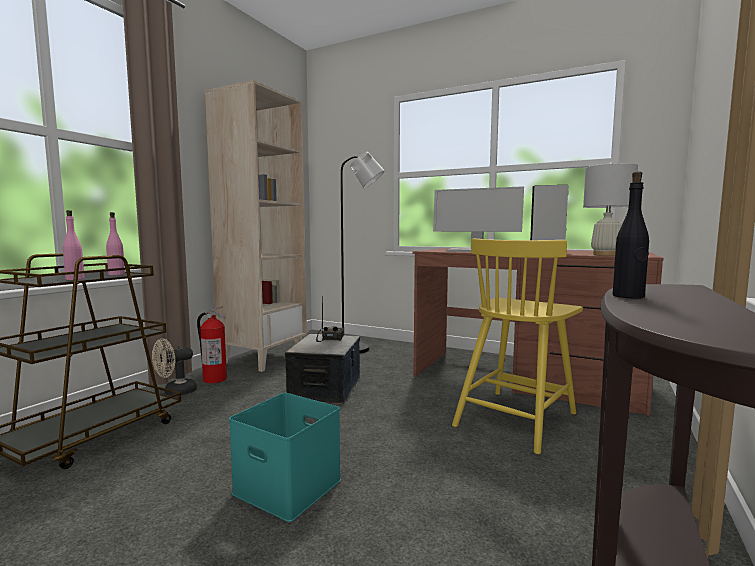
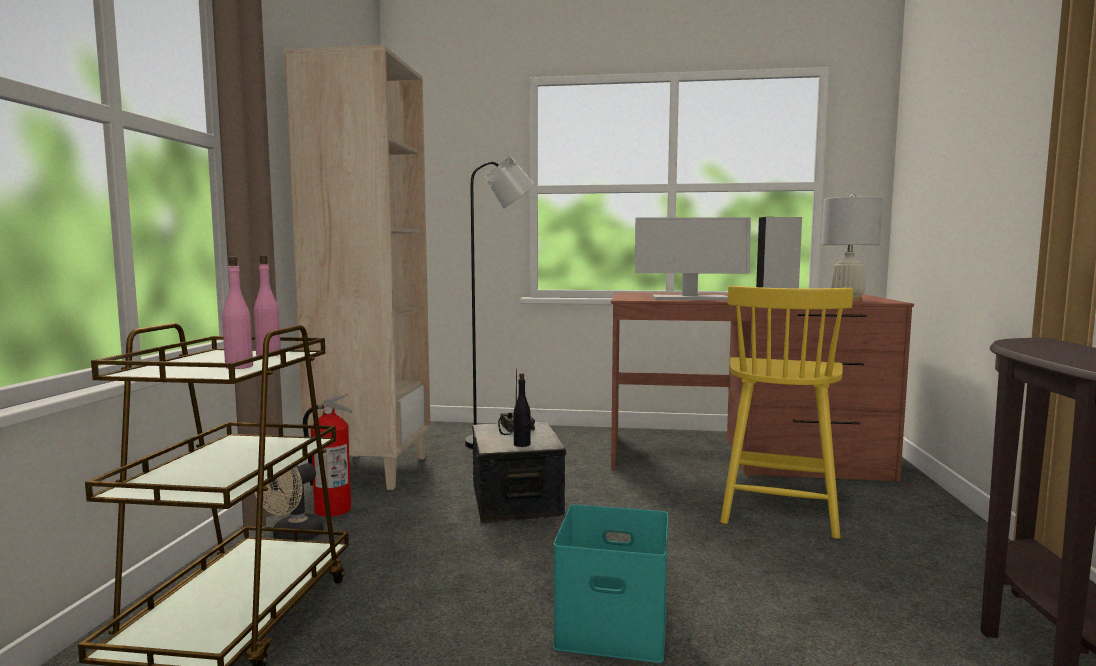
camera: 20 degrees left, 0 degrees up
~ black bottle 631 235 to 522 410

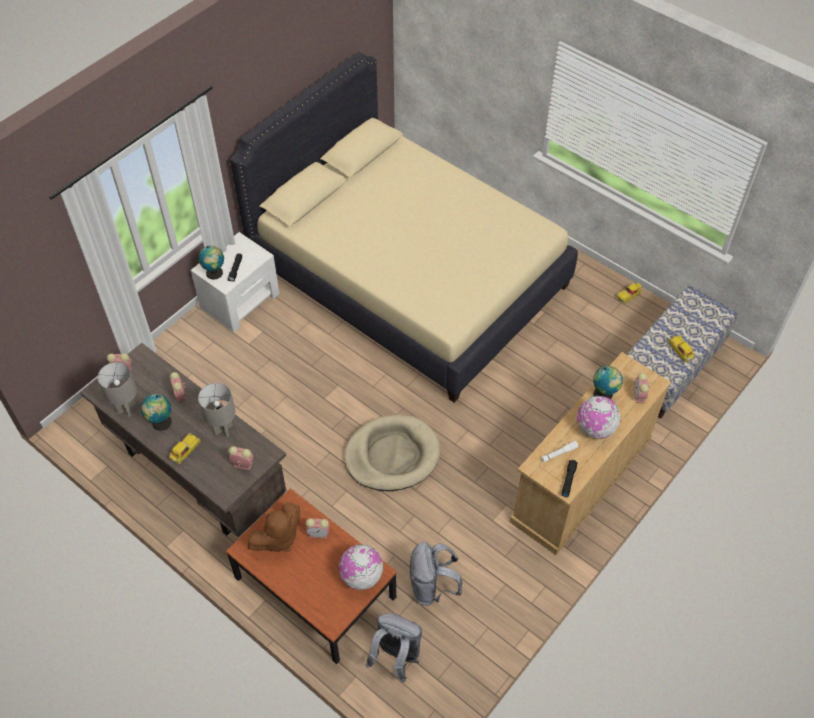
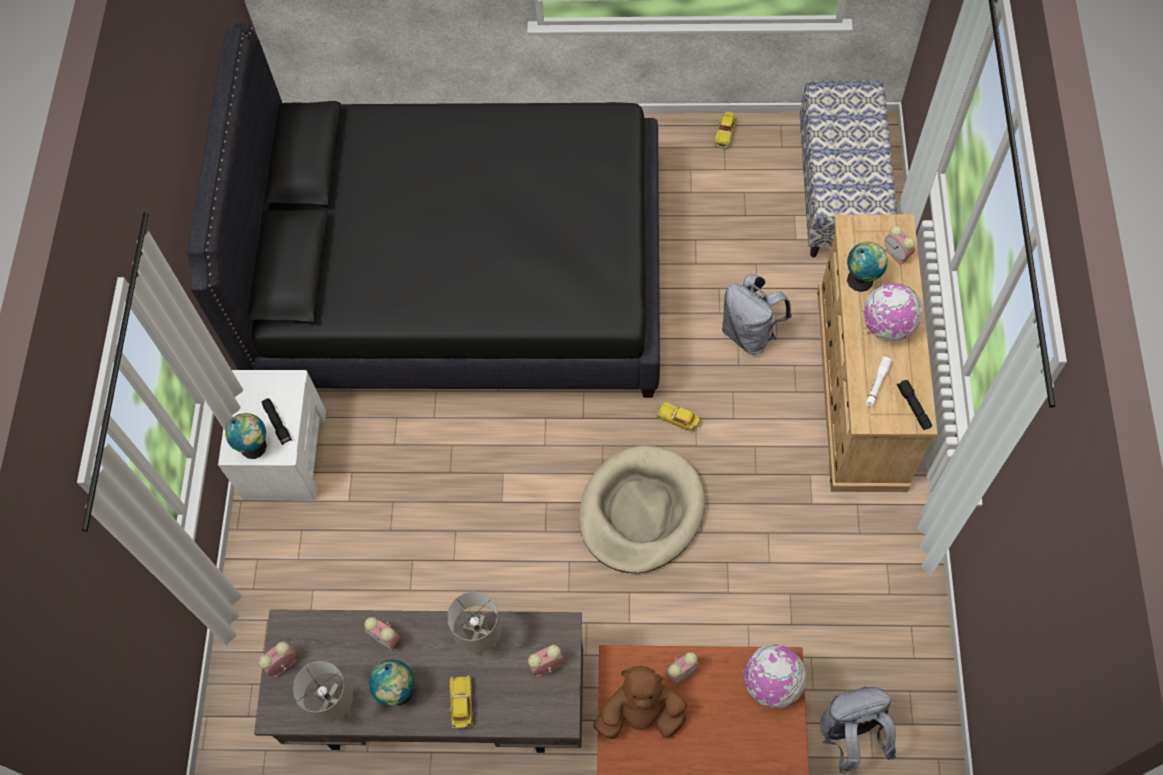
camera: 35 degrees left, 10 degrees up
~ beige bed 404 227 to black bed 423 210
~ toy car 681 349 to 677 417
~ brown plush toy 274 527 = 640 702 105 degrees counterclockwise
~ grey backpack 436 574 to 756 314

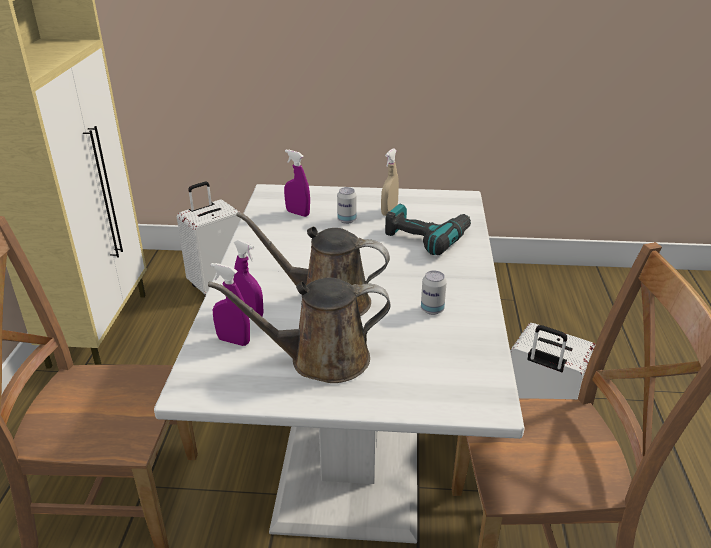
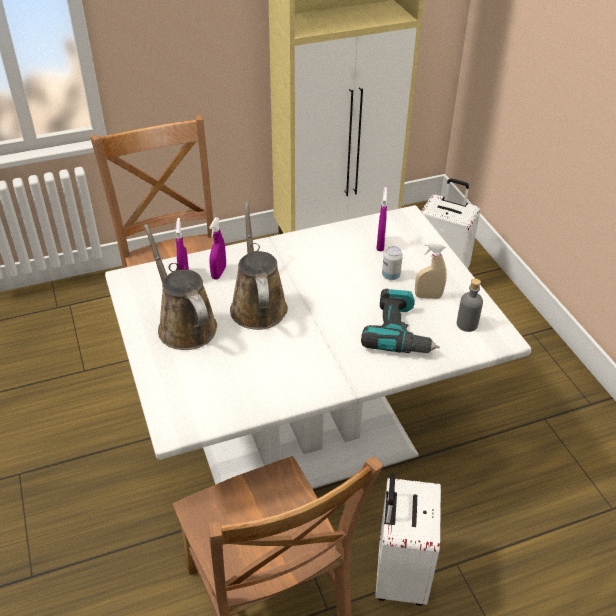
camera: 65 degrees right, 10 degrees up
- can 434 293
+ grey bottle 470 305

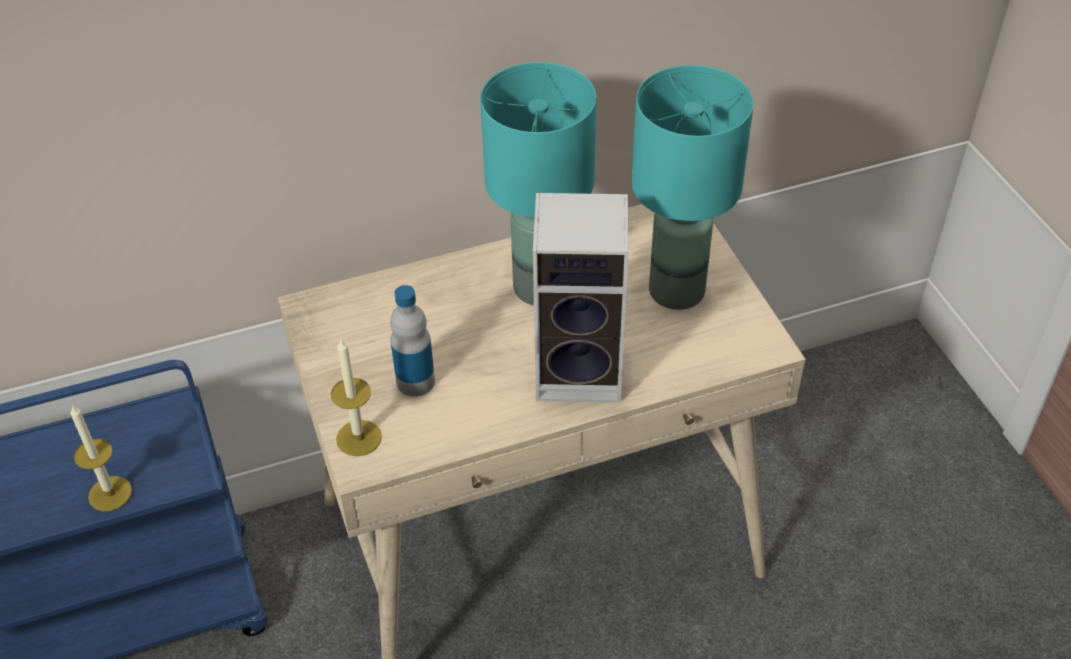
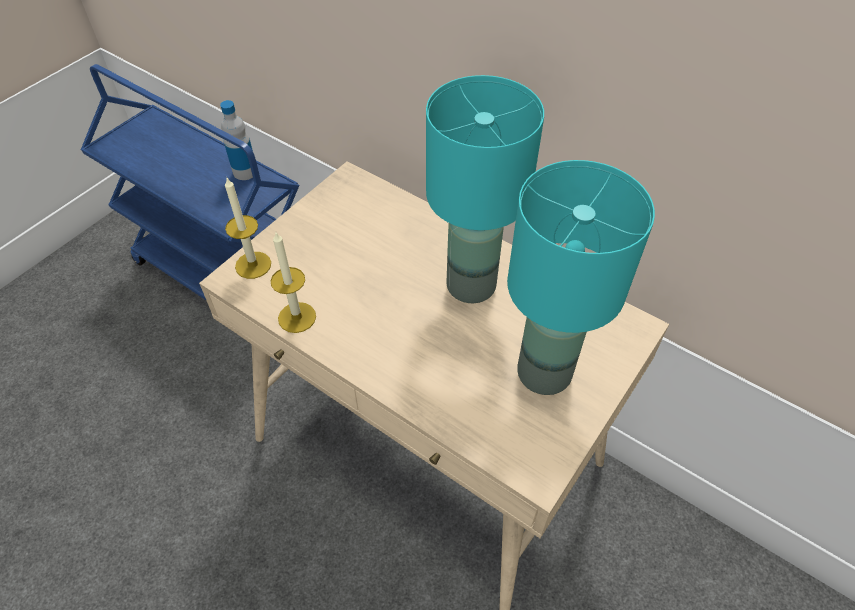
camera: 55 degrees right, 5 degrees up
- speaker 581 298
~ bottle 412 341 to 236 140
~ candle 101 458 to 293 282

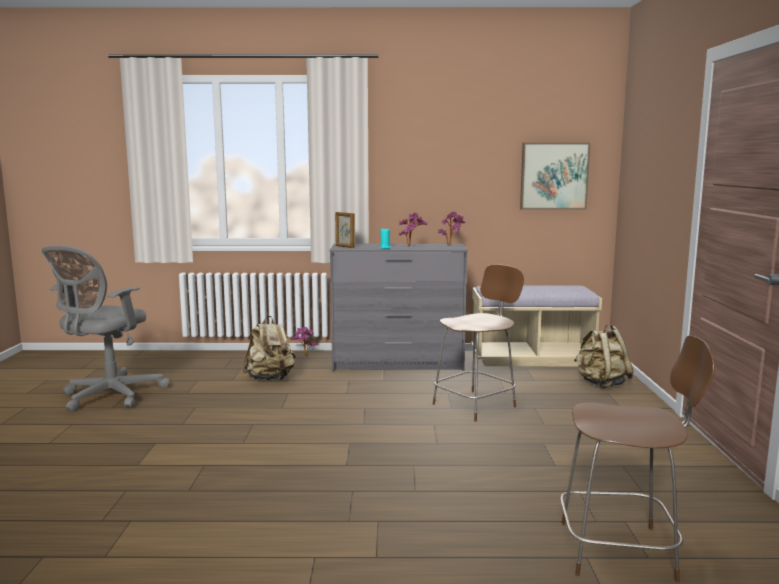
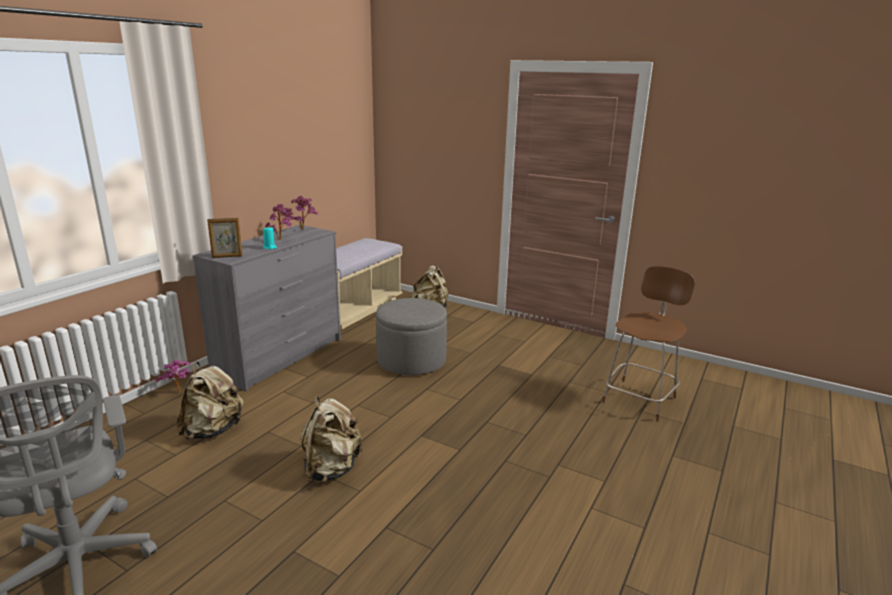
camera: 60 degrees left, 10 degrees up
- picture 555 176
~ brown chair 478 343 to grey ottoman 411 336
+ beige backpack 332 439

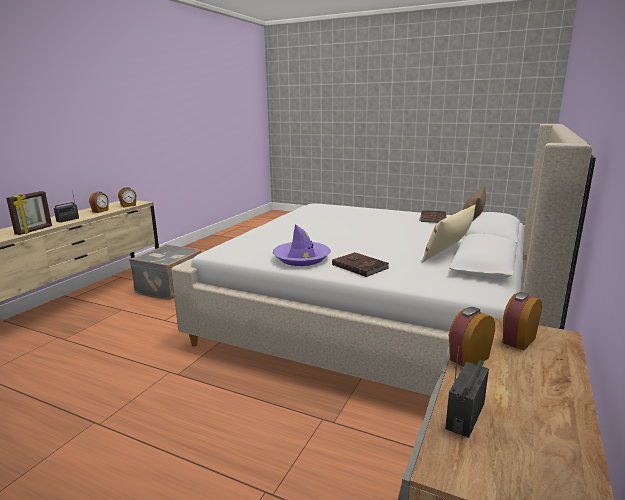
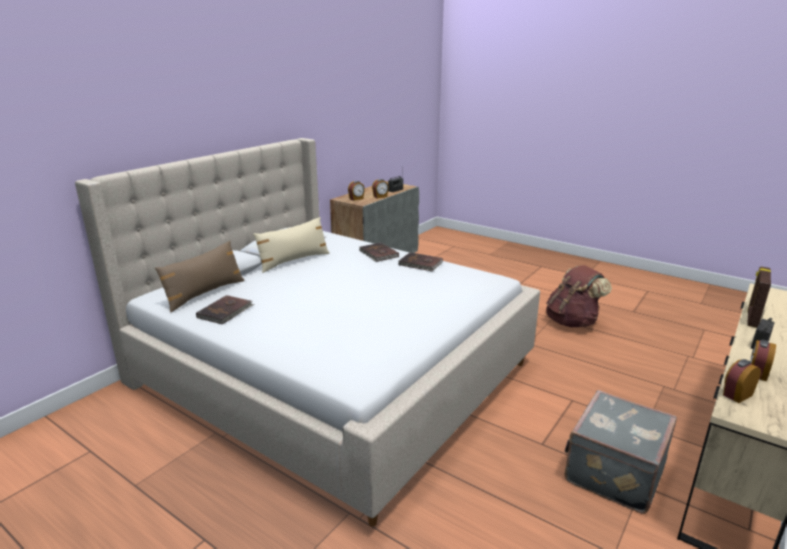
camera: 170 degrees left, 5 degrees up
~ purple hat 302 245 to brown book 420 261
+ brown backpack 579 296

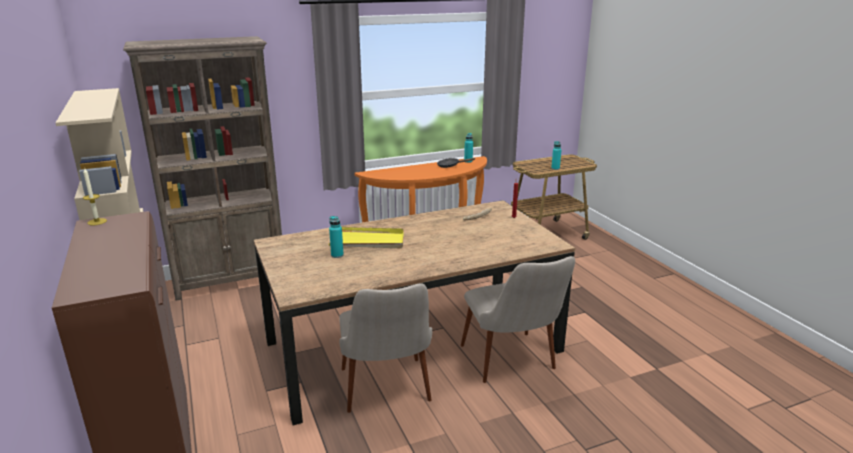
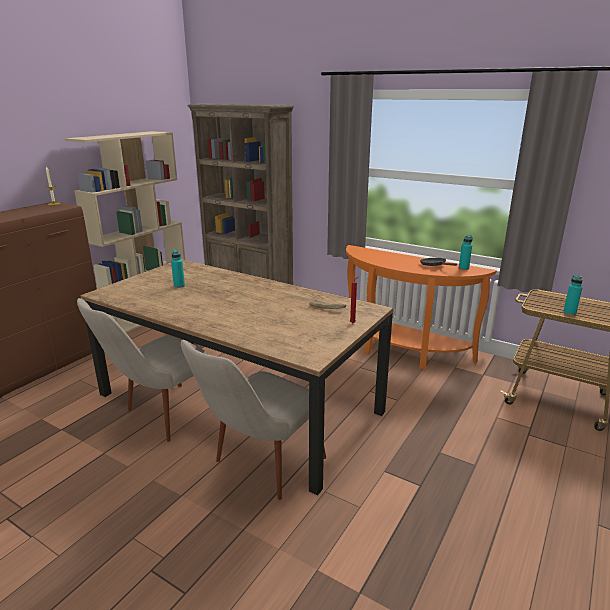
camera: 55 degrees right, 0 degrees up
- yellow tray 366 237

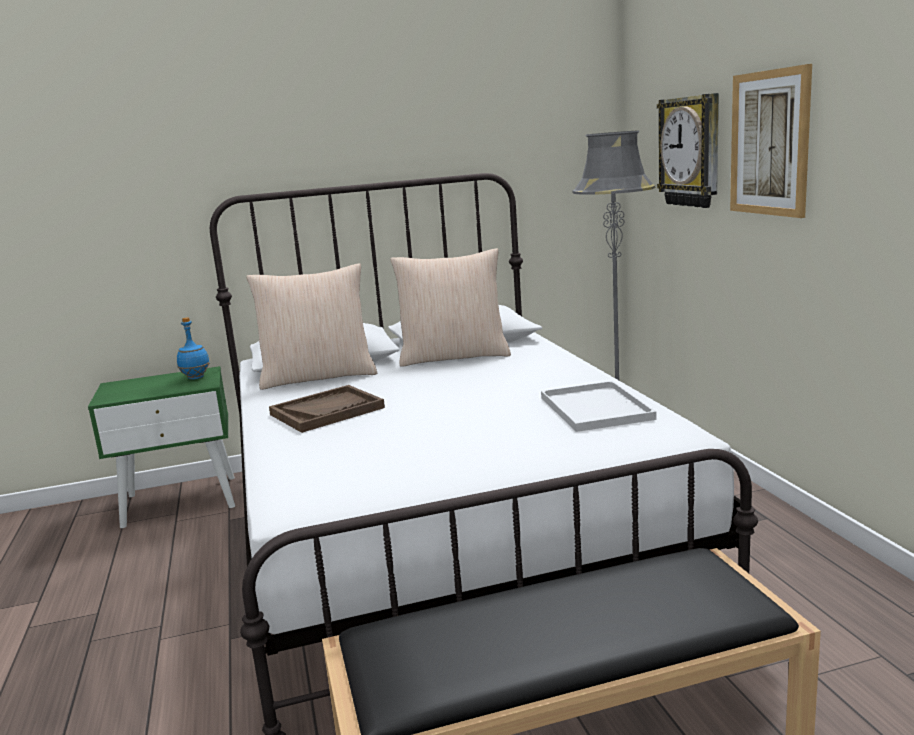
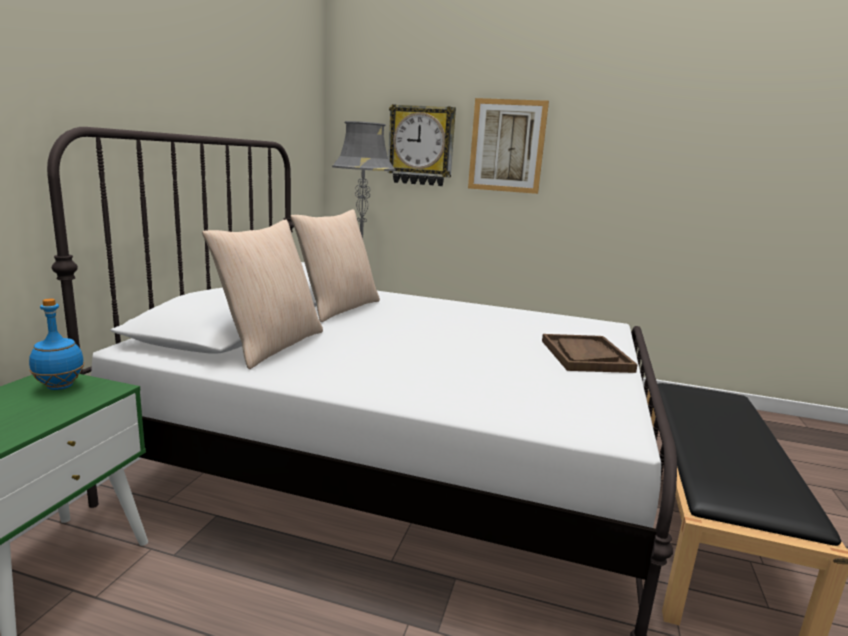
camera: 60 degrees left, 0 degrees up
- white tray 598 406
~ brown tray 327 409 to 590 353

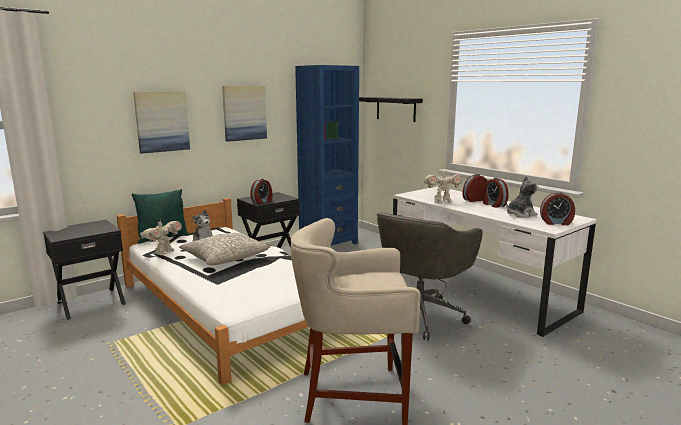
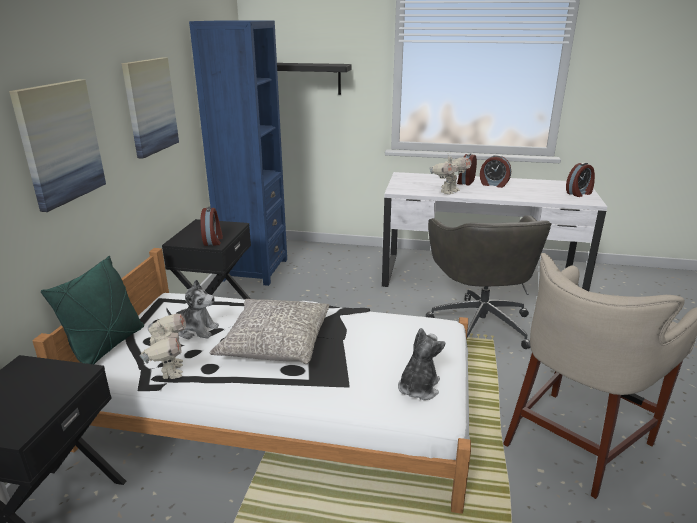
camera: 40 degrees left, 10 degrees up
~ plush toy 522 197 to 421 364

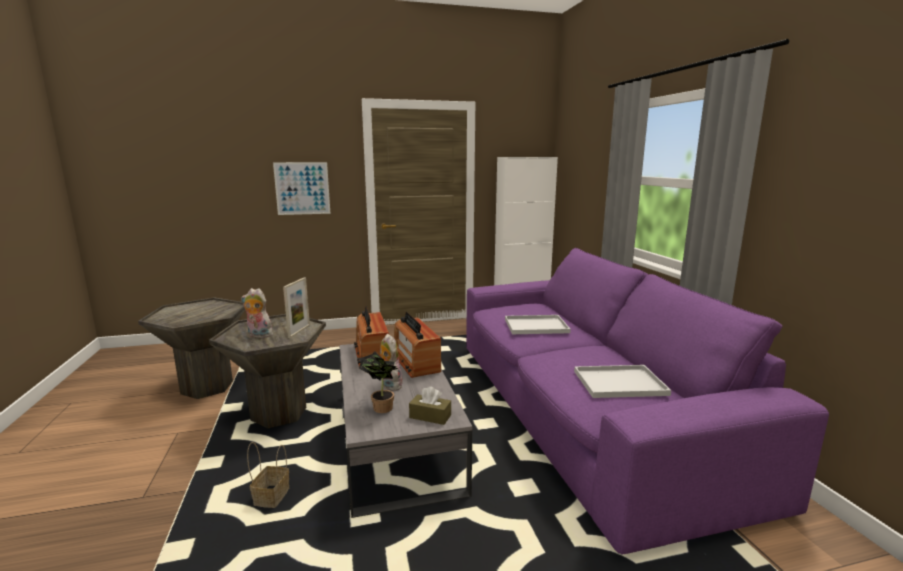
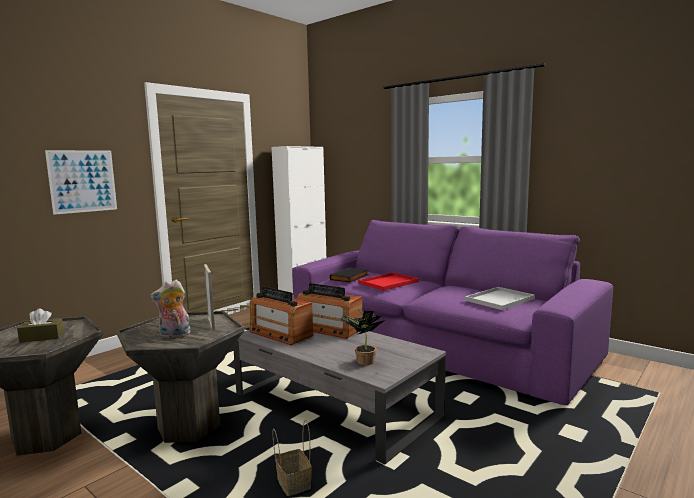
camera: 35 degrees left, 5 degrees down
~ white tray 538 324 to red tray 388 281
- plush toy 391 362
~ brown tissue box 430 405 to 40 325
+ black book 349 274

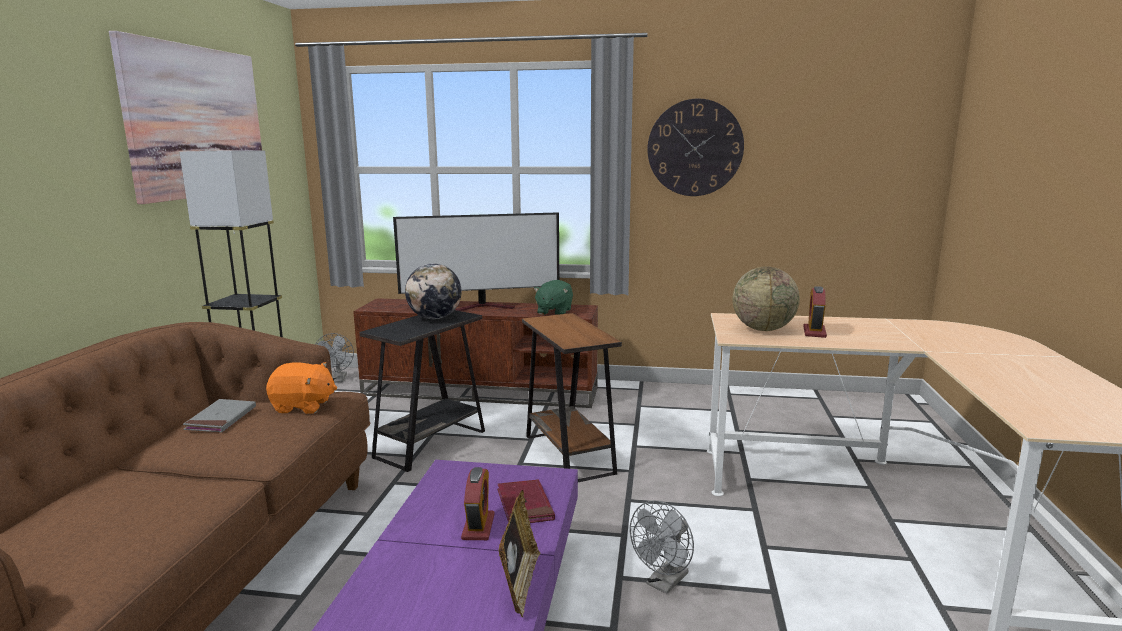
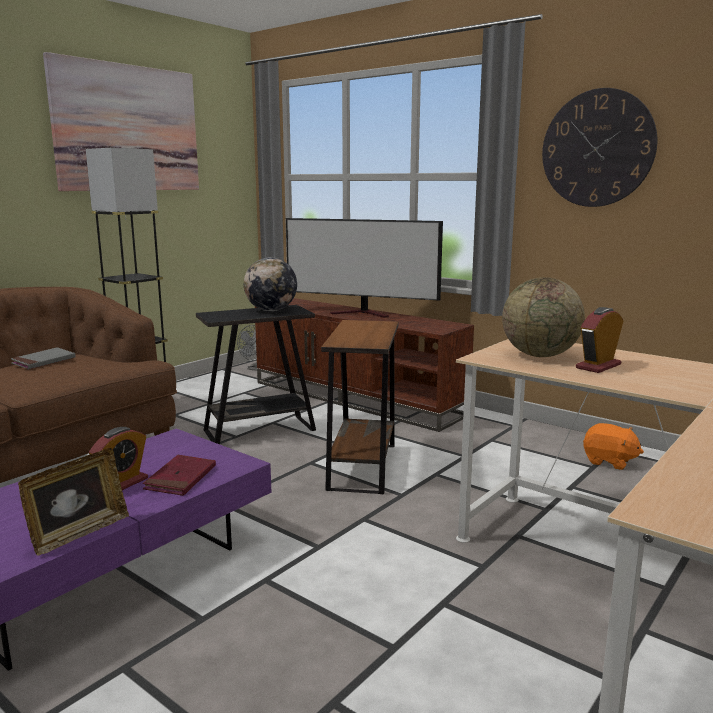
camera: 30 degrees right, 0 degrees up
- green plush toy 553 297
~ orange plush toy 301 388 to 613 446
- grey fan 662 547

